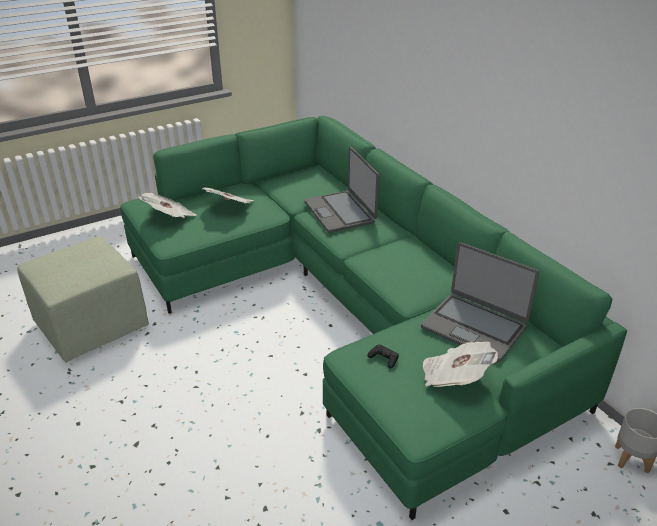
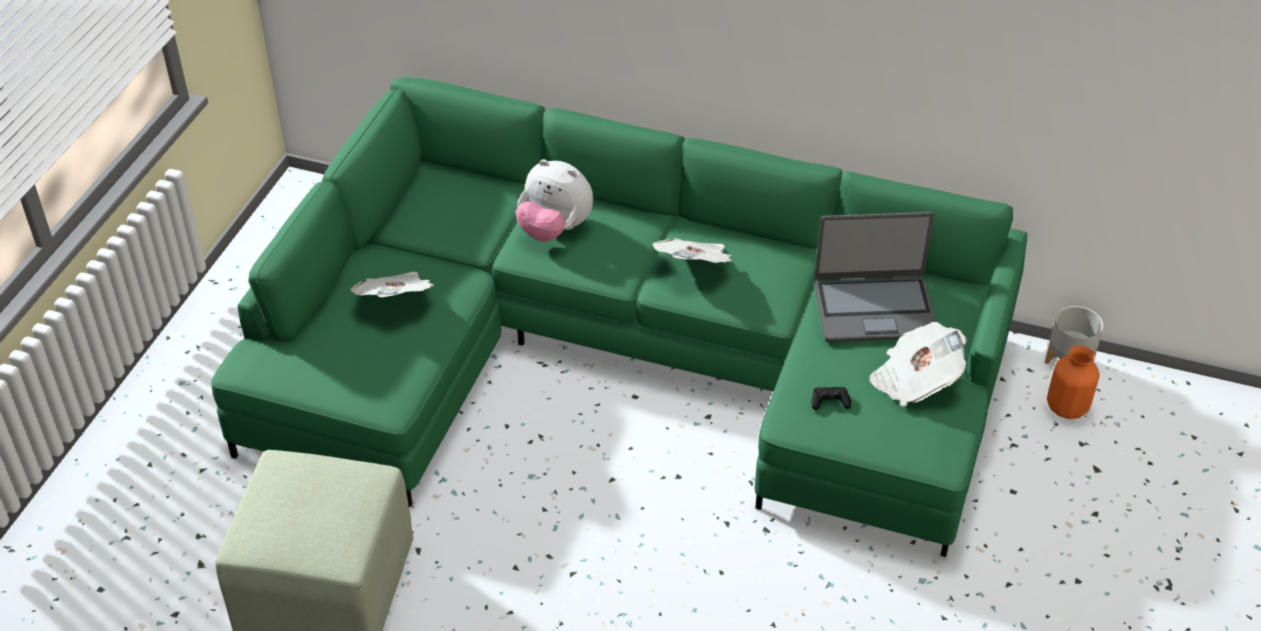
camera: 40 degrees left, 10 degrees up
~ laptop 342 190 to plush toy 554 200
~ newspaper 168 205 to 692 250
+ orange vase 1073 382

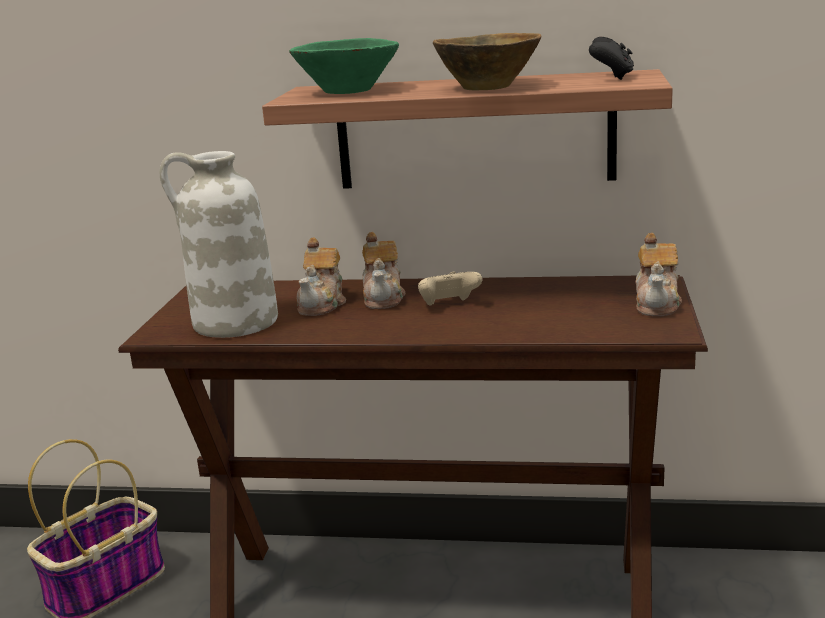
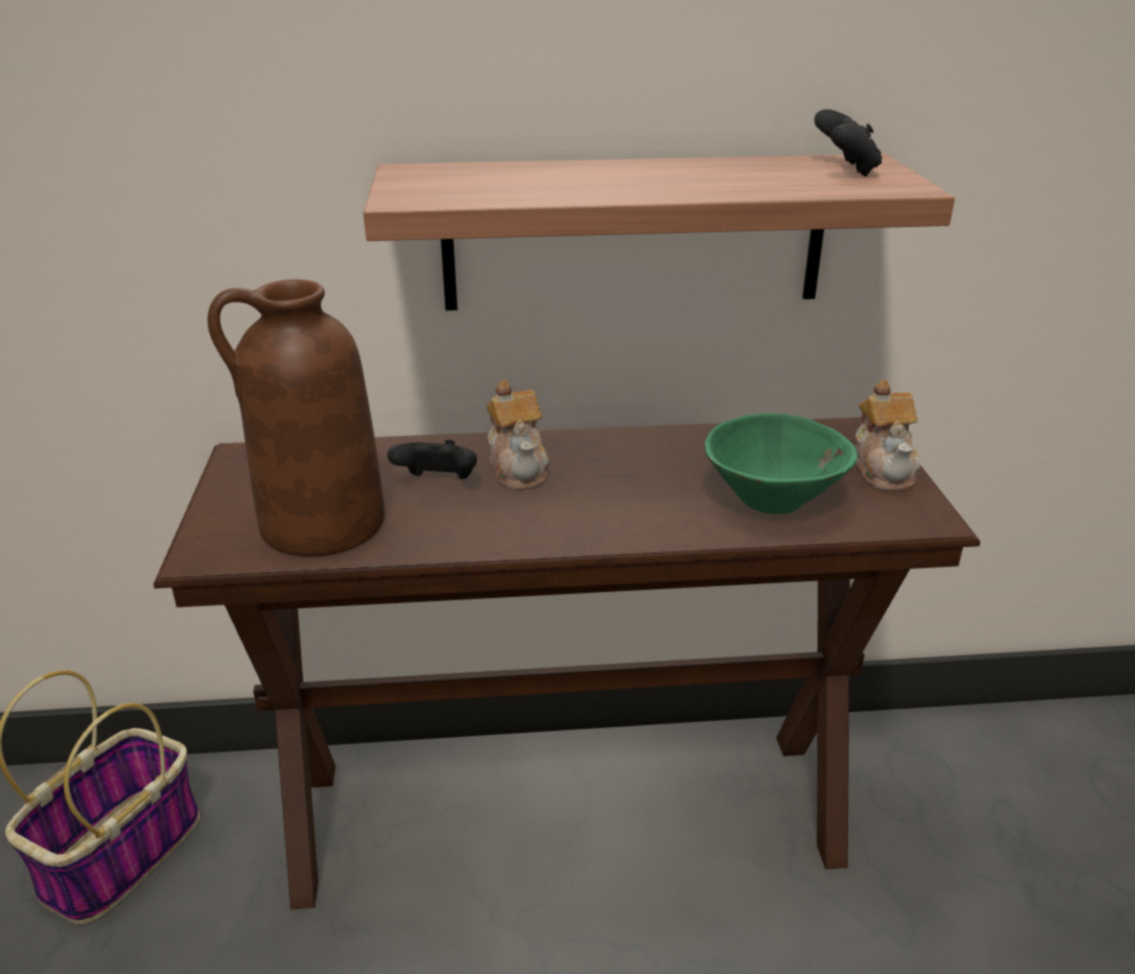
camera: 15 degrees left, 10 degrees up
- brown bowl 487 61
~ green bowl 344 66 to 781 463
~ white vase 219 244 to brown vase 296 418
~ teapot 321 277 to black game controller 432 459
- beige game controller 450 288

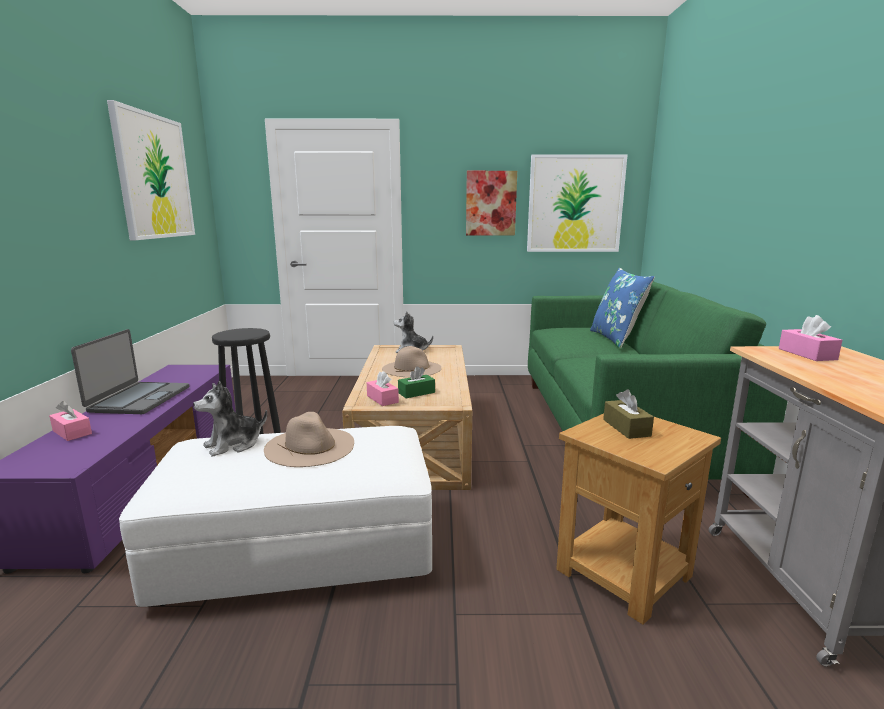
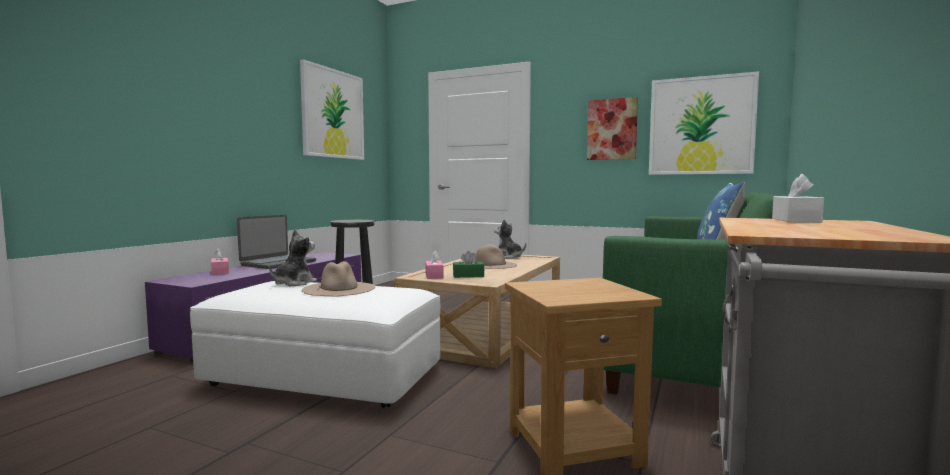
camera: 25 degrees right, 10 degrees down
~ pink tissue box 810 338 to white tissue box 798 198
~ plush toy 230 419 = 293 257 135 degrees clockwise
- brown tissue box 628 414

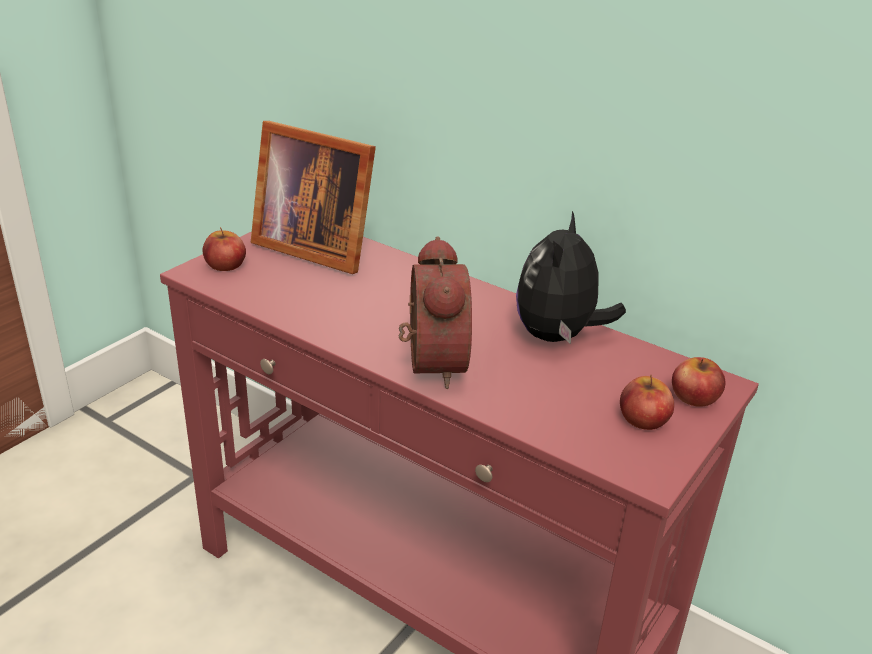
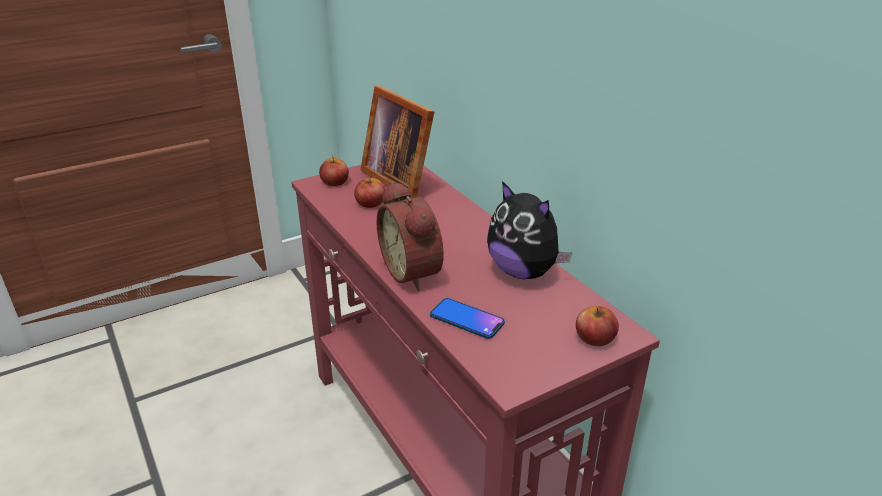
camera: 25 degrees right, 0 degrees up
~ plush toy 571 277 = 529 230 90 degrees counterclockwise
~ alarm clock 435 312 = 410 236 135 degrees clockwise
~ apple 647 402 to 369 192
+ phone 467 318

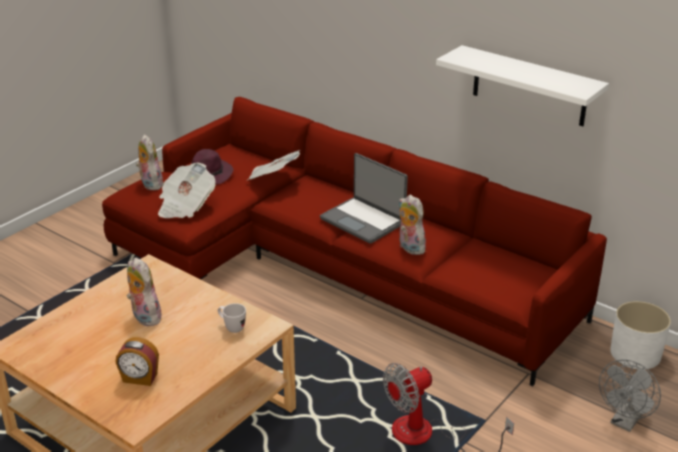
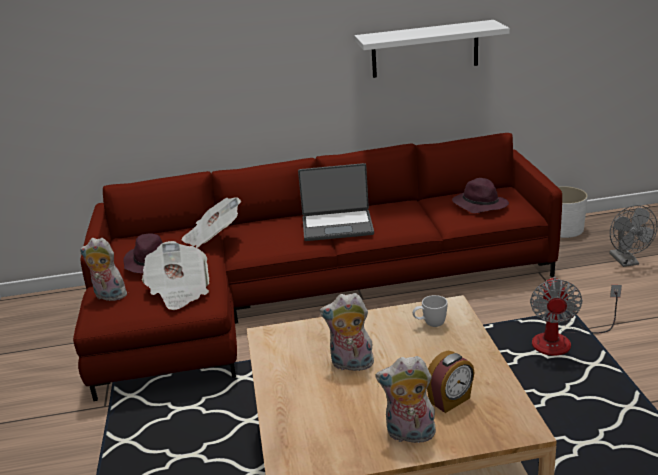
camera: 45 degrees left, 5 degrees down
~ plush toy 412 225 to 405 399
+ purple hat 480 195

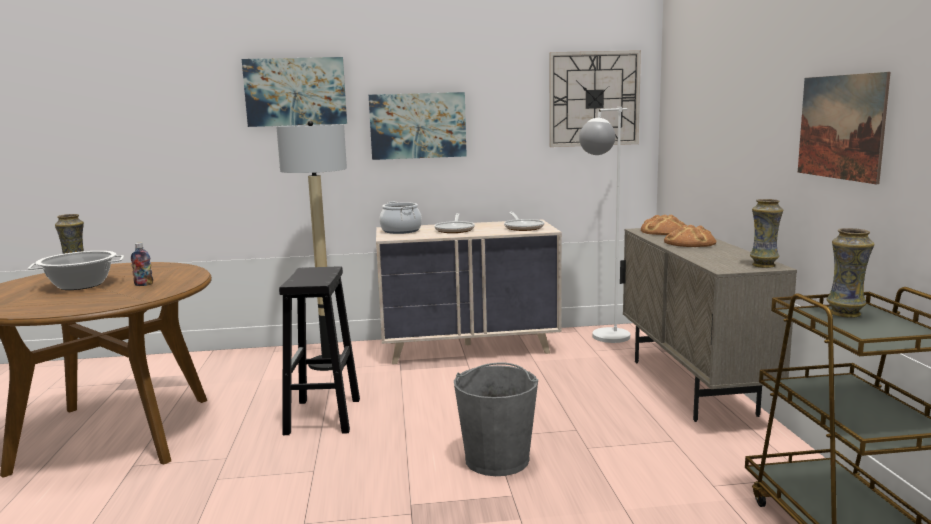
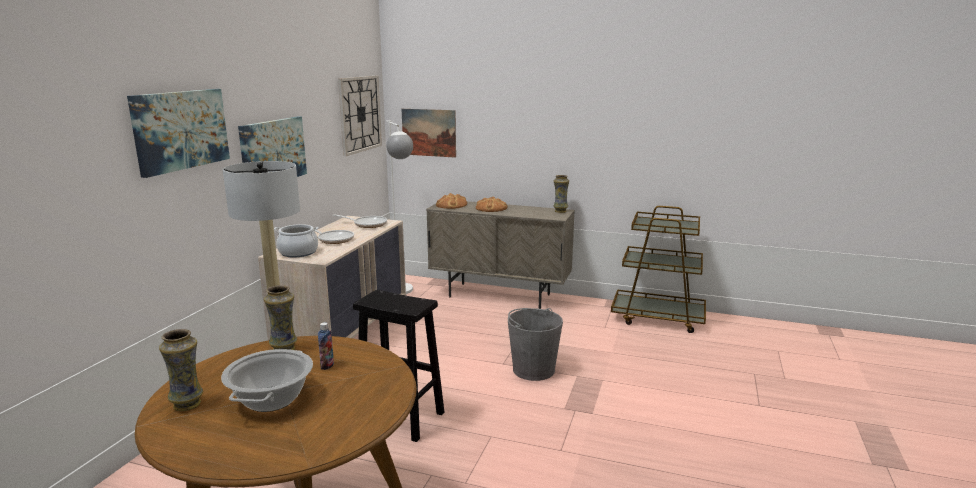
camera: 65 degrees left, 5 degrees up
~ picture 844 128 to 428 133
~ vase 851 273 to 280 317

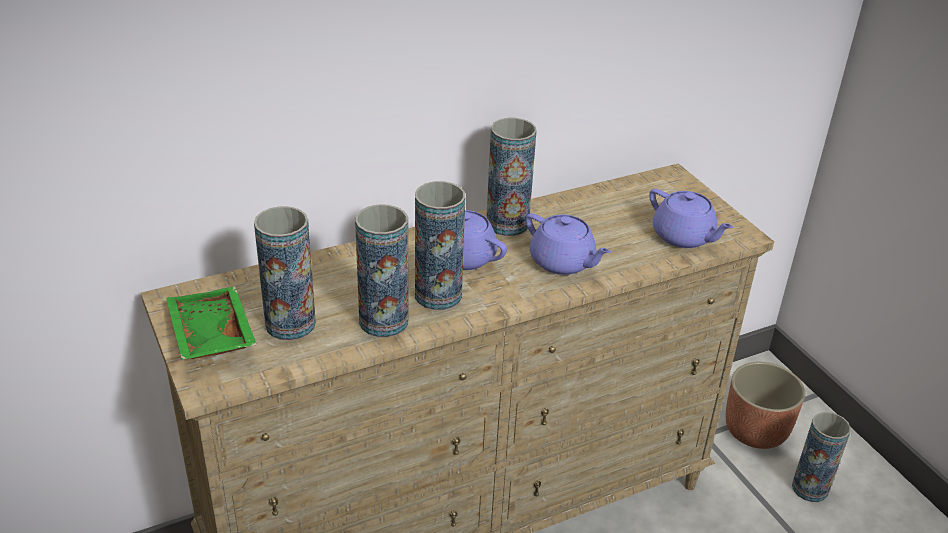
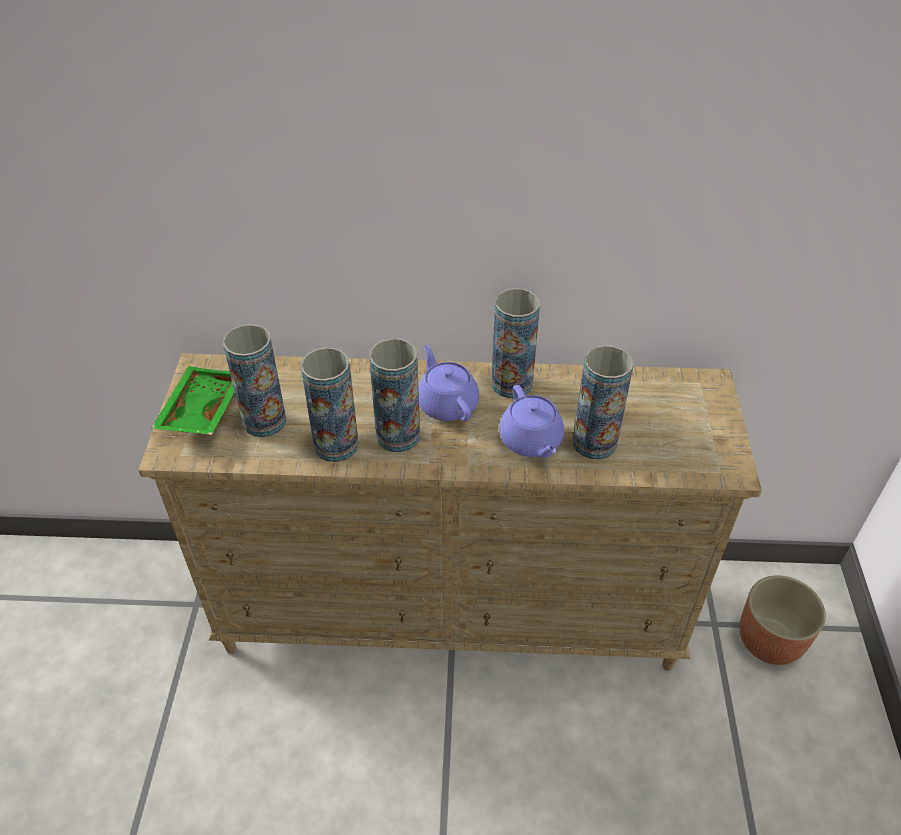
camera: 30 degrees right, 10 degrees up
- purple teapot 691 218
~ vase 821 457 to 603 402

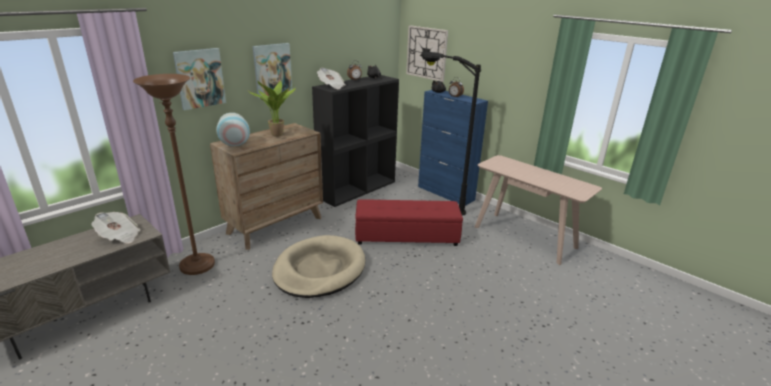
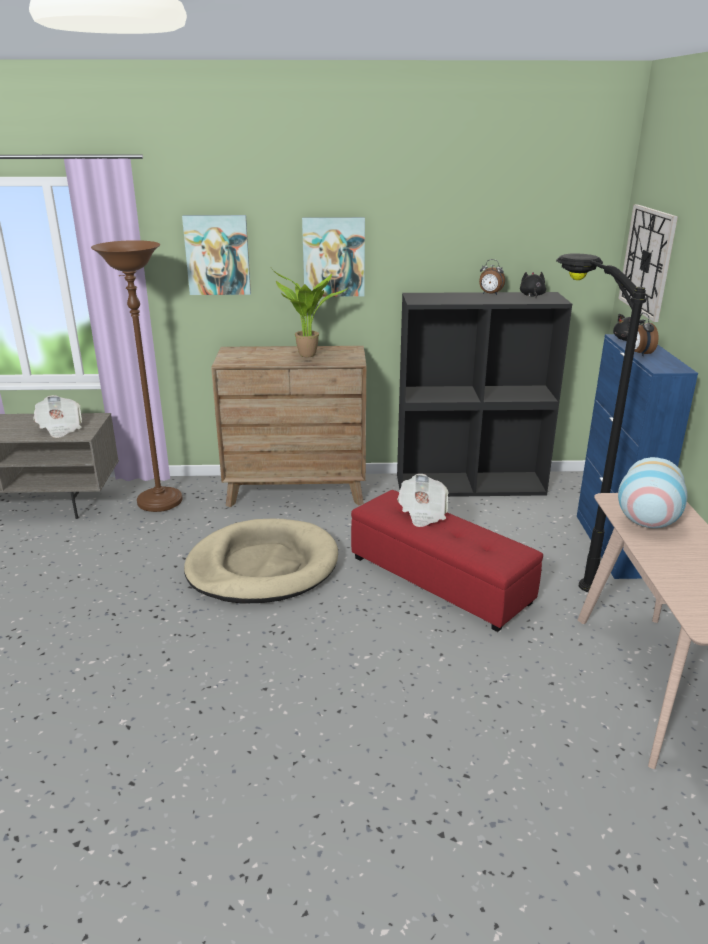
camera: 45 degrees right, 0 degrees up
~ newspaper 331 78 to 423 500
~ vase 233 129 to 652 492

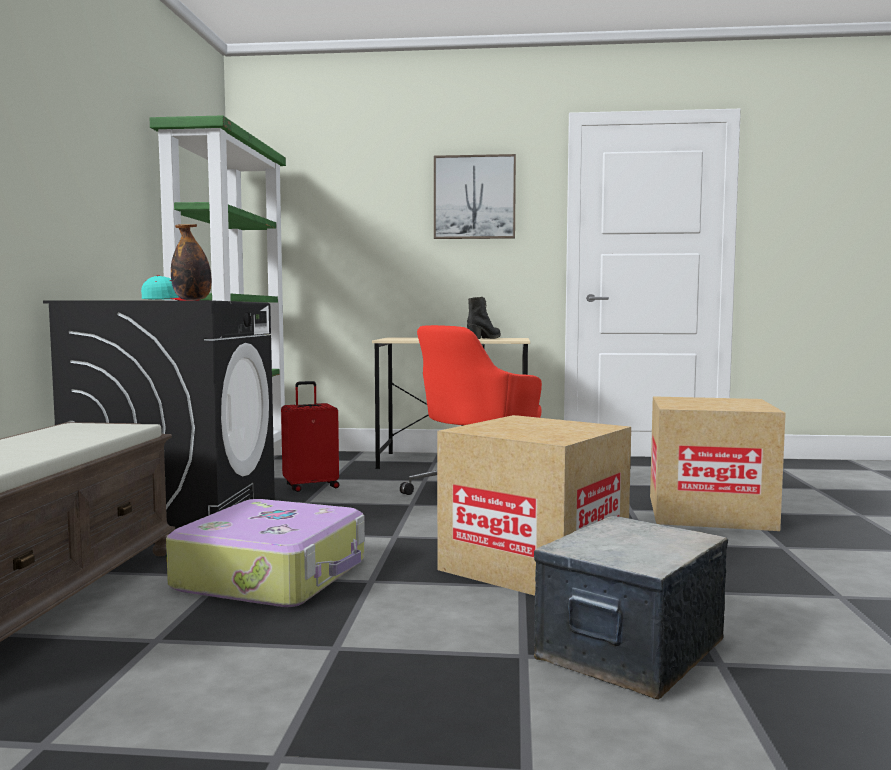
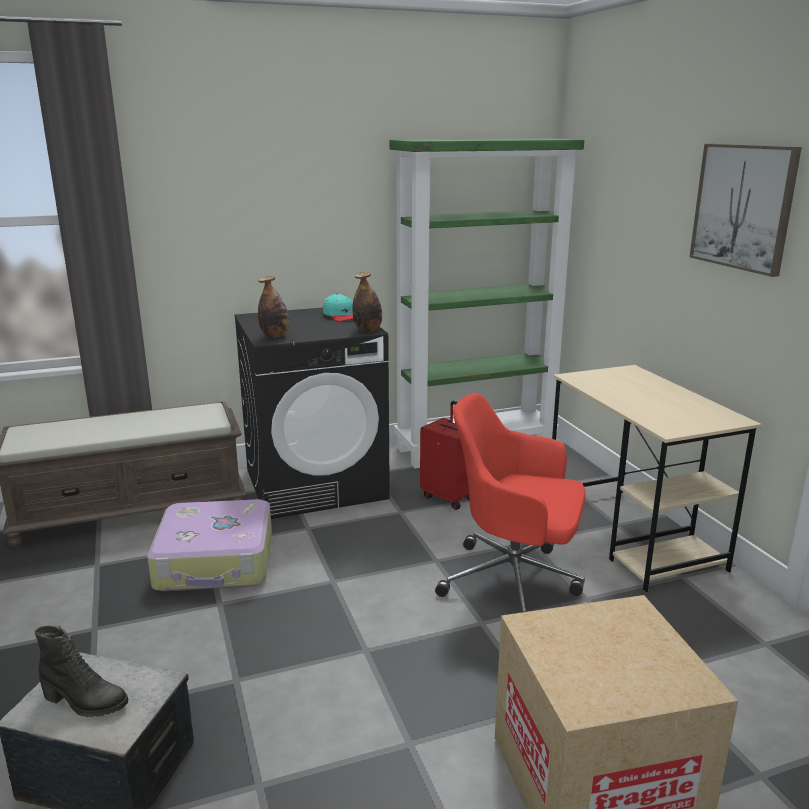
camera: 65 degrees right, 15 degrees up
~ black boot 484 318 to 81 671
- cardboard box 534 505
+ bottle 367 302

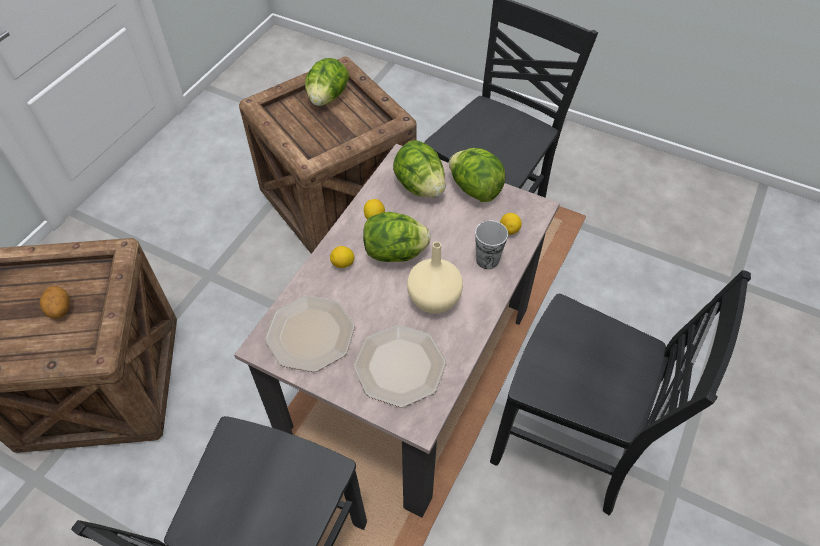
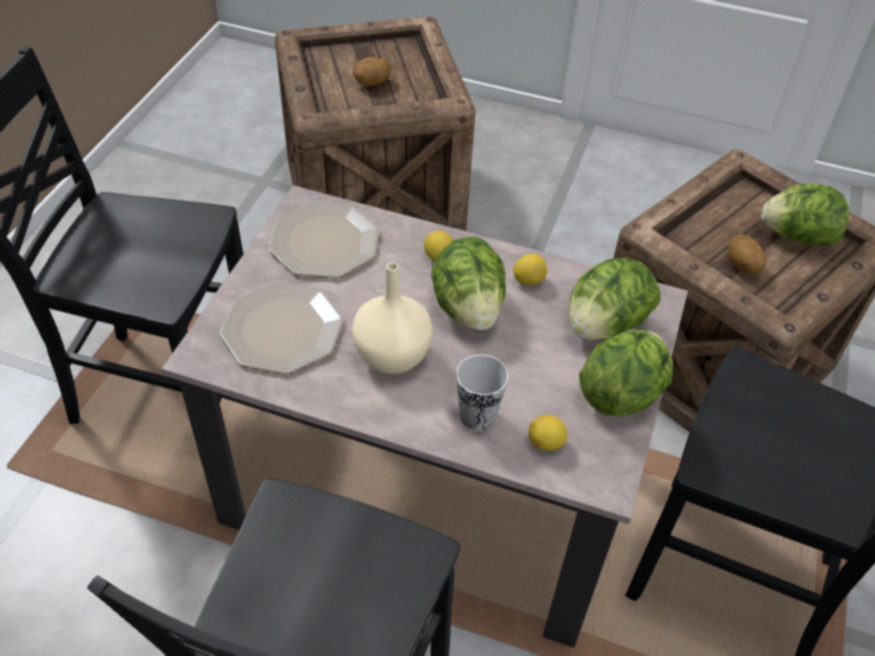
camera: 80 degrees right, 5 degrees down
+ potato 747 254

